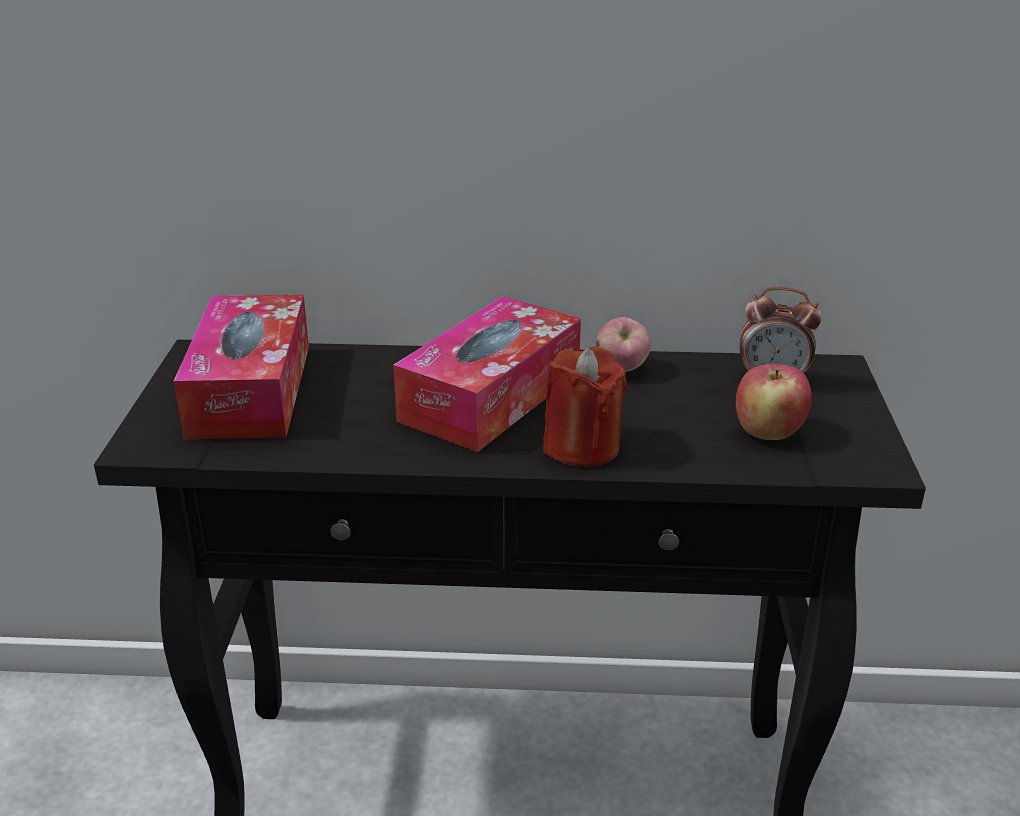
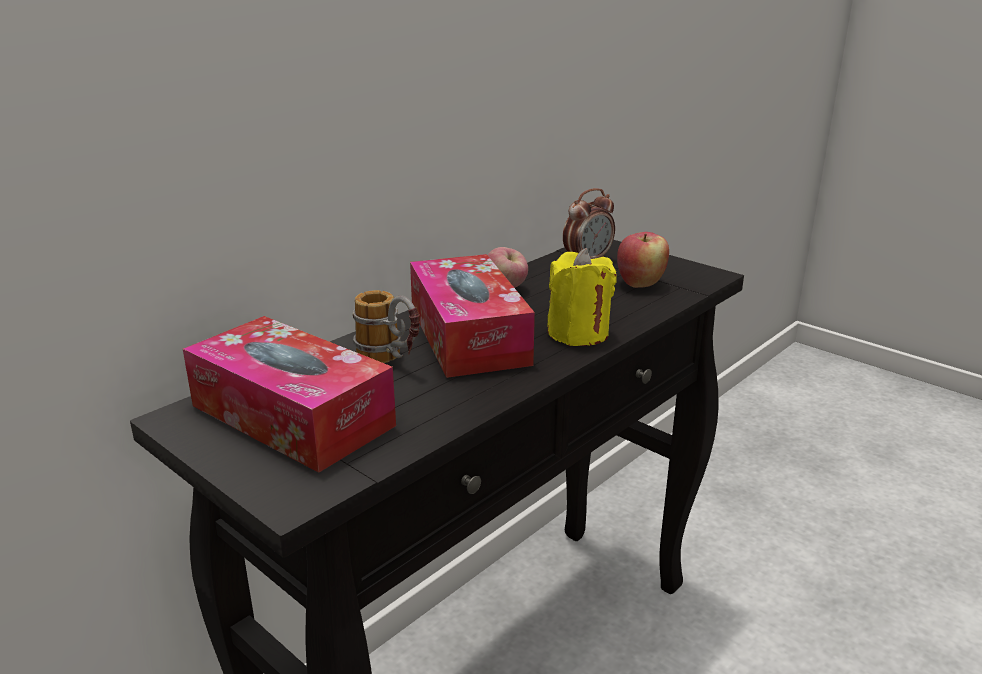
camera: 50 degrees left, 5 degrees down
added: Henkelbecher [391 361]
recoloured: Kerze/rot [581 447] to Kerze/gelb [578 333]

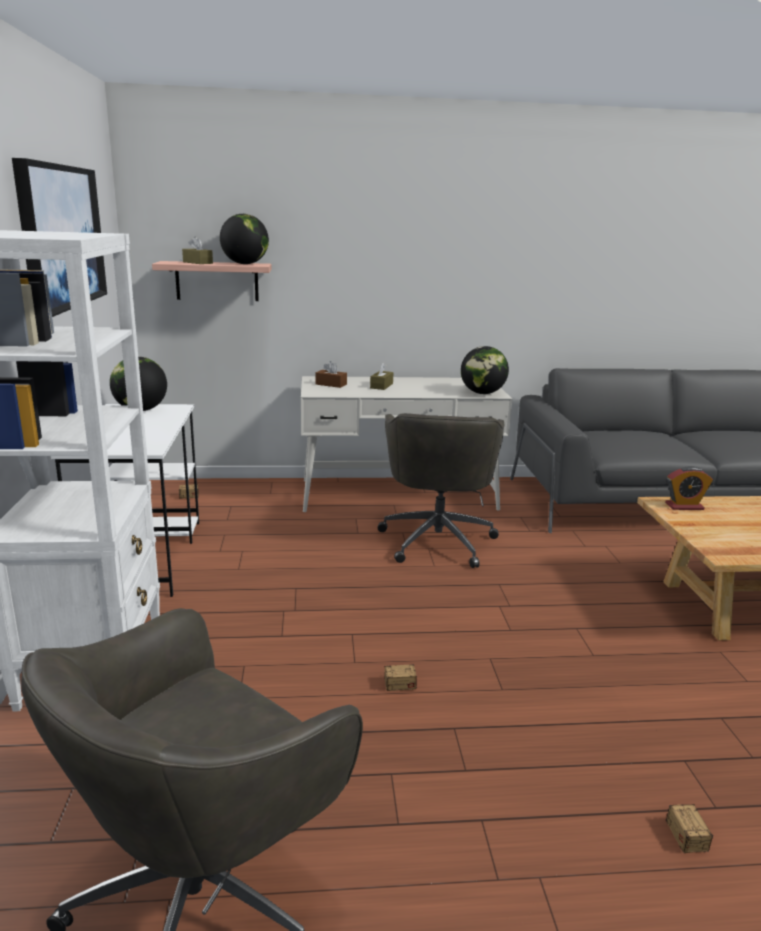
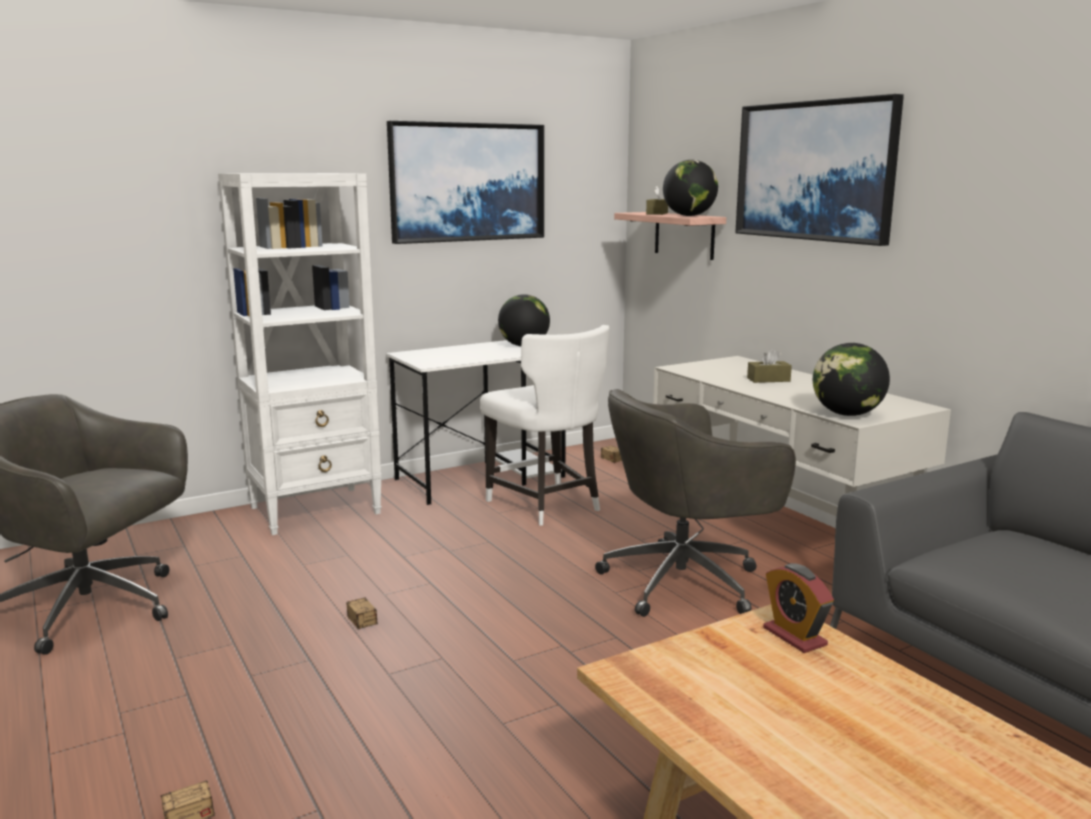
camera: 65 degrees right, 5 degrees down
removed: Taschentuchbox/braun [331 384]
added: Stuhl/weiß [546 505]; Bild [814 171]

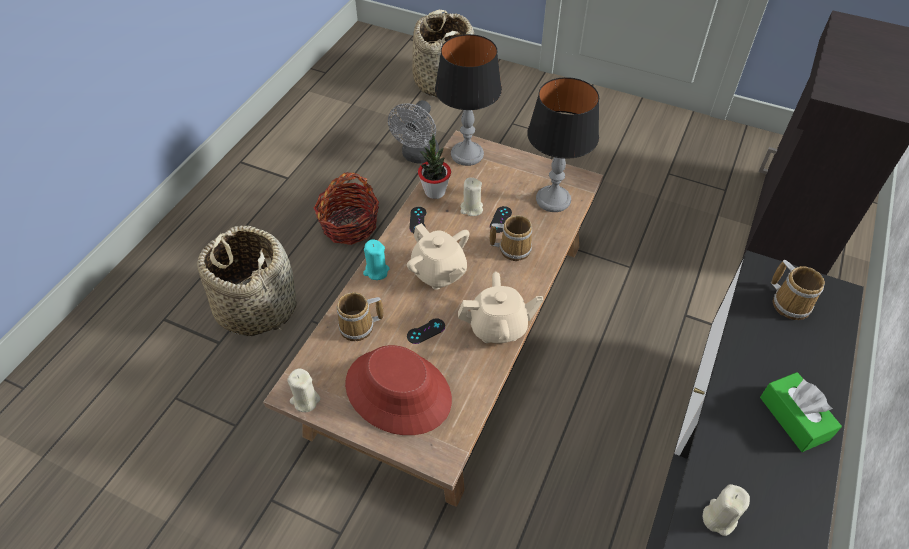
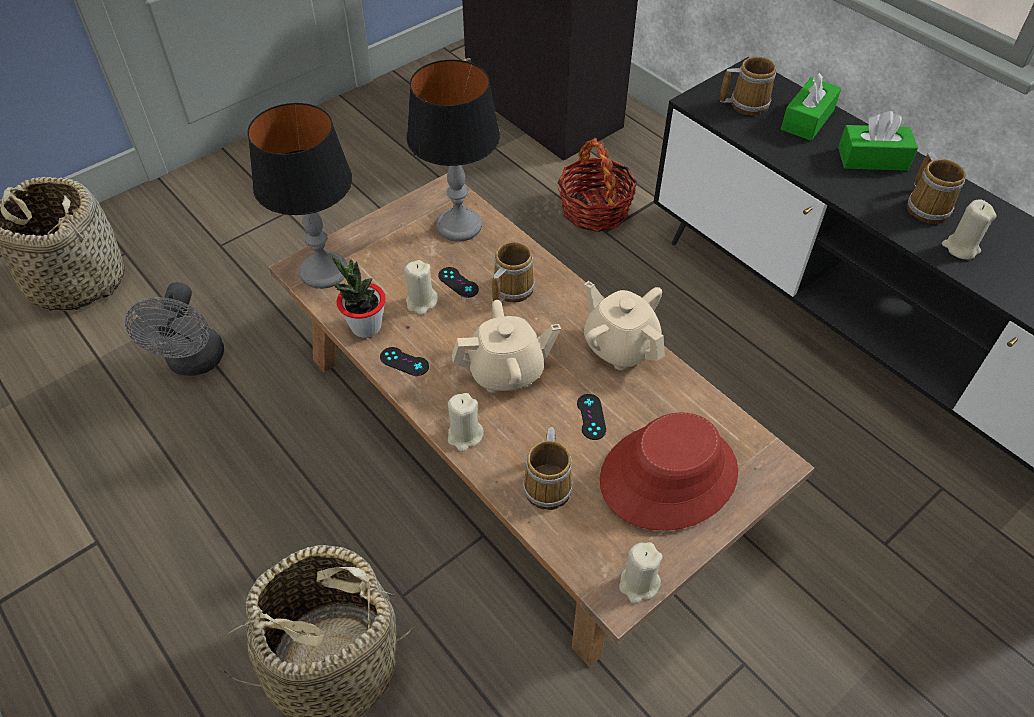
camera: 65 degrees left, 0 degrees up
added: Taschentuchbox/grün [807 119]; Henkelbecher [928 207]
moved: Korb [349 225] to [594 210]
recoloured: Kerze/türkis [376 271] to Kerze/beige [464 436]
turned: Ventilator/grau [418 156] = [194 363] 45 degrees clockwise; Teekanne/beige [498 327] = [620 346] 60 degrees counterclockwise

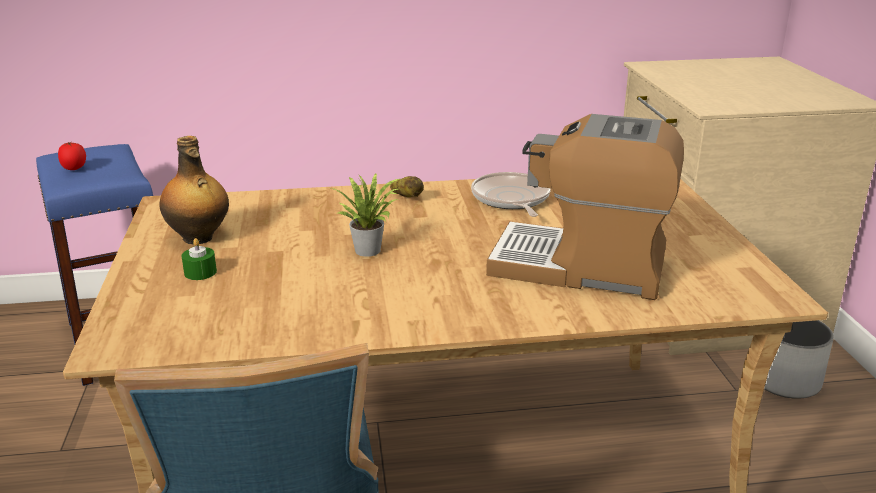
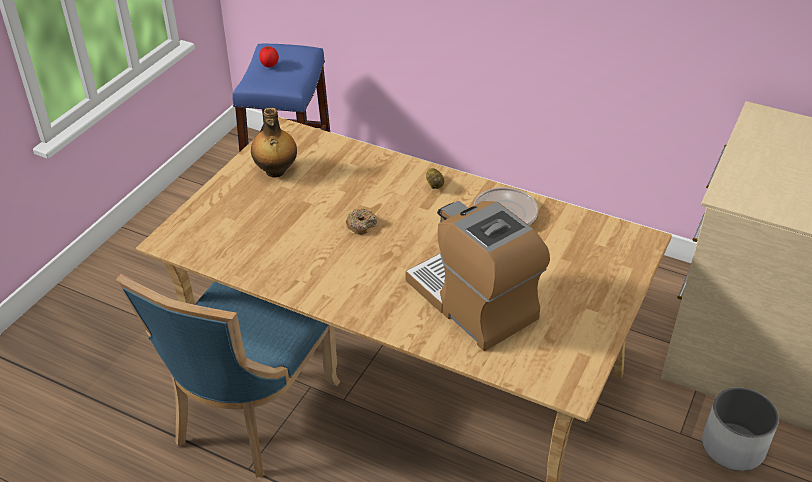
camera: 35 degrees right, 15 degrees up
removed: Kerze/grün [200 272]
replaced: Topfpflanze [369 249] to Donut [361 225]

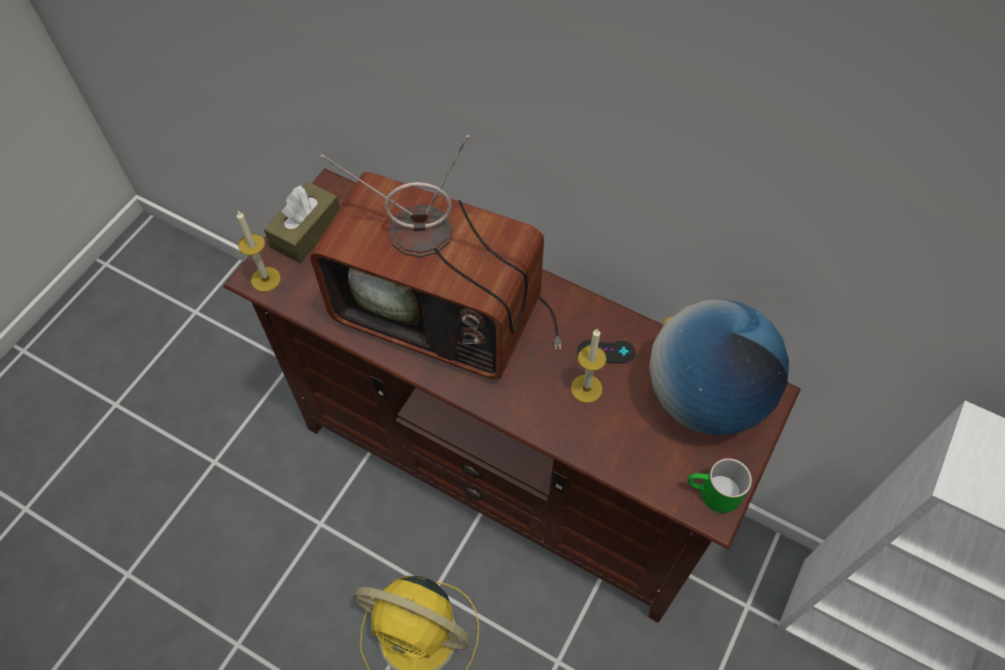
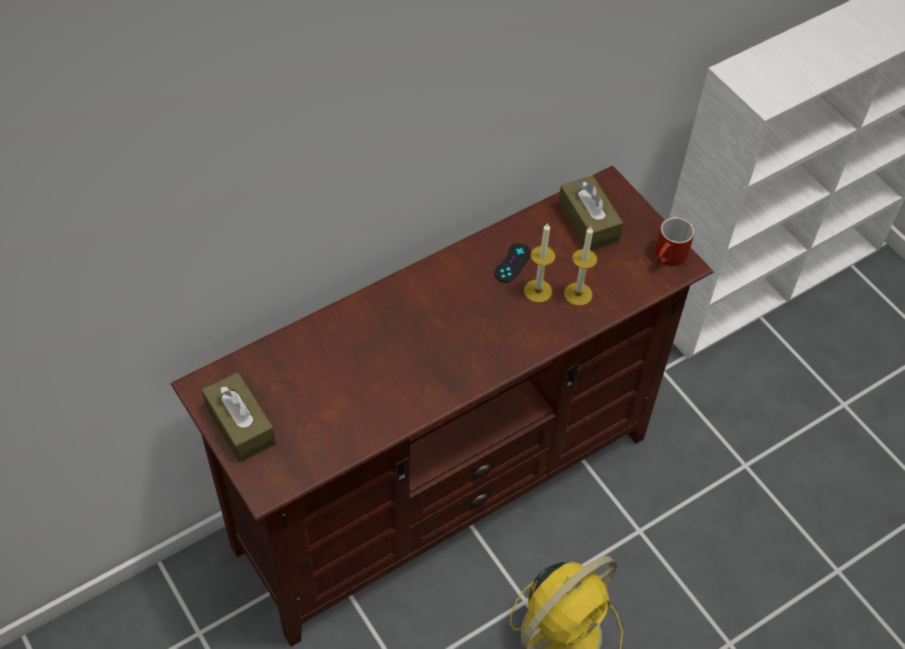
camera: 65 degrees left, 5 degrees down
removed: Fernseher [445 312]
moved: Kerze [266 279] to [578 294]
replaced: Globus [704 397] to Taschentuchbox/braun [588 222]
recoloured: Henkelbecher/grün [712 494] to Henkelbecher/rot [668 258]

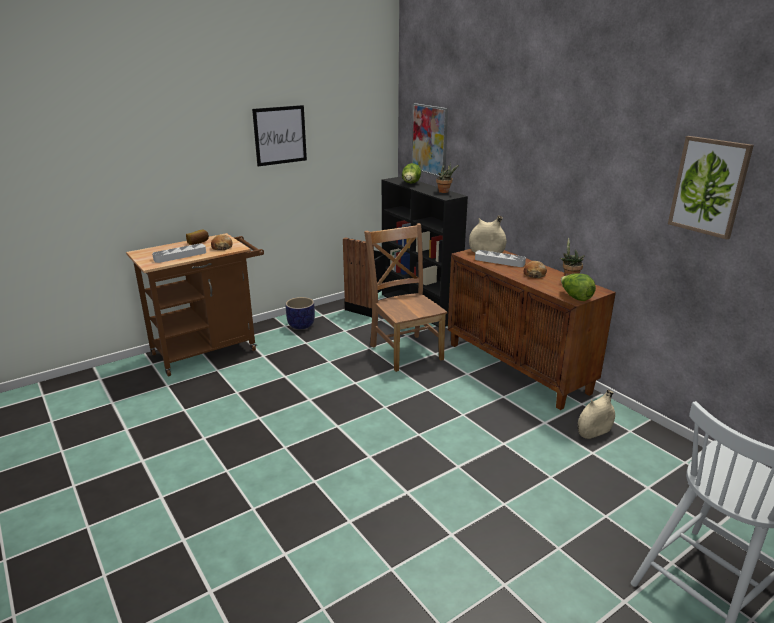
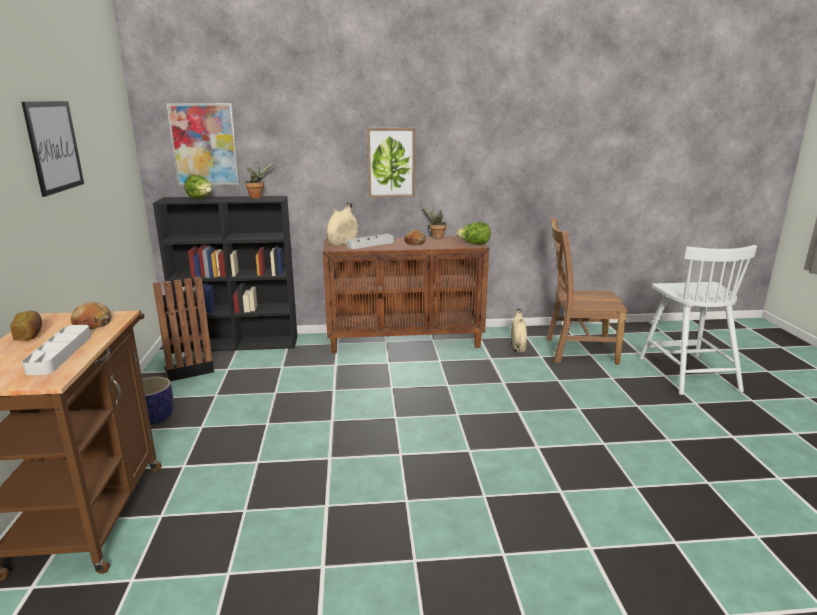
camera: 60 degrees left, 5 degrees down
moved: Stuhl/braun [405 350] to [577 351]; Bild [709 186] to [391 162]

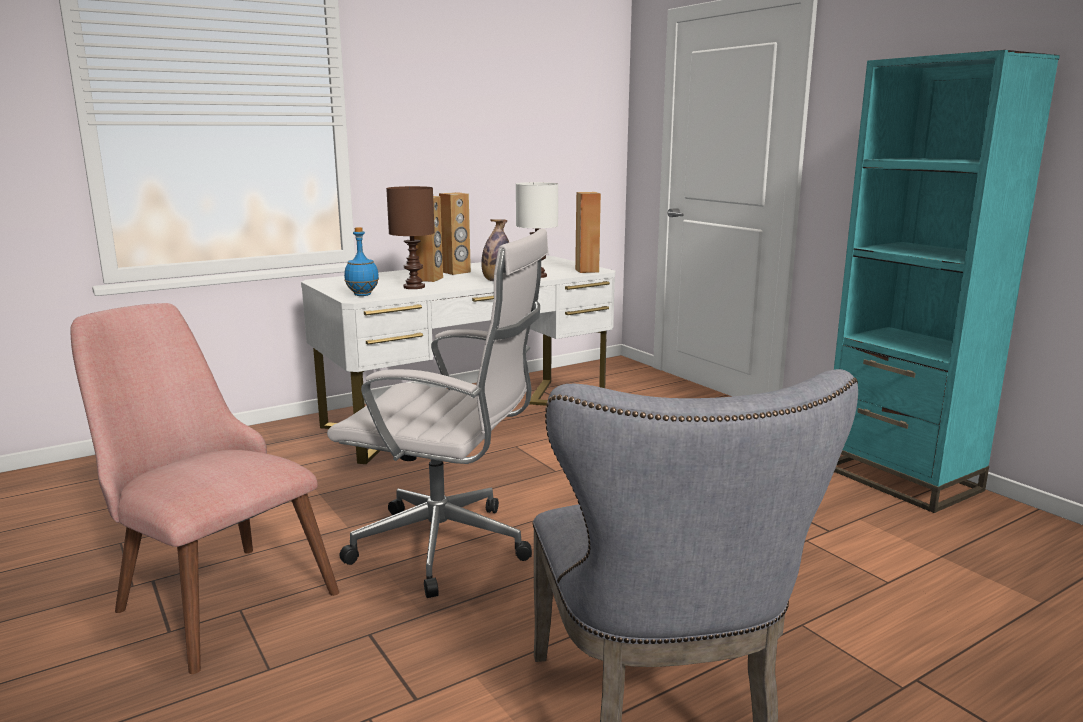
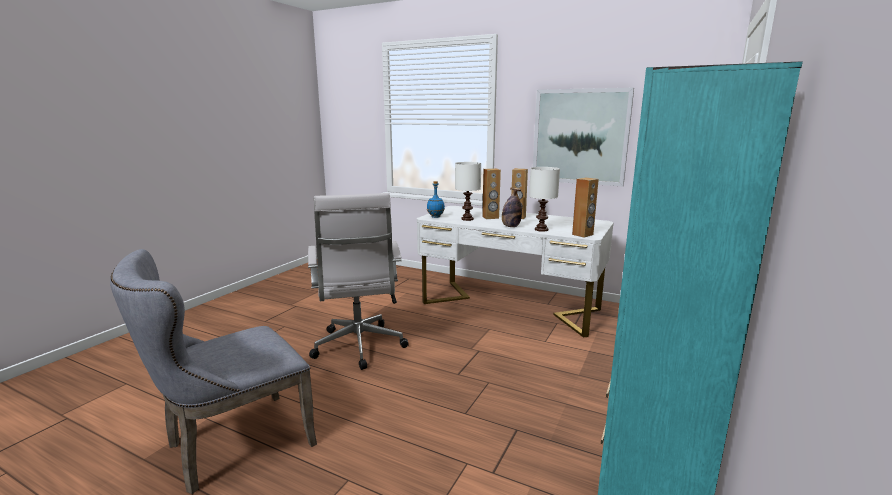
camera: 60 degrees right, 0 degrees up
removed: Stuhl/rosa [211 593]
added: Bild [580 137]
recoloured: Tischlampe/braun [414 287] to Tischlampe/weiß [468 219]

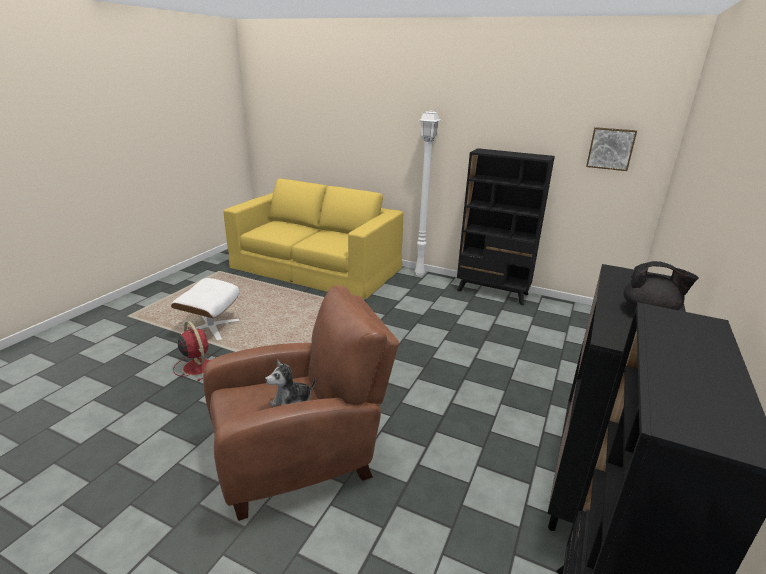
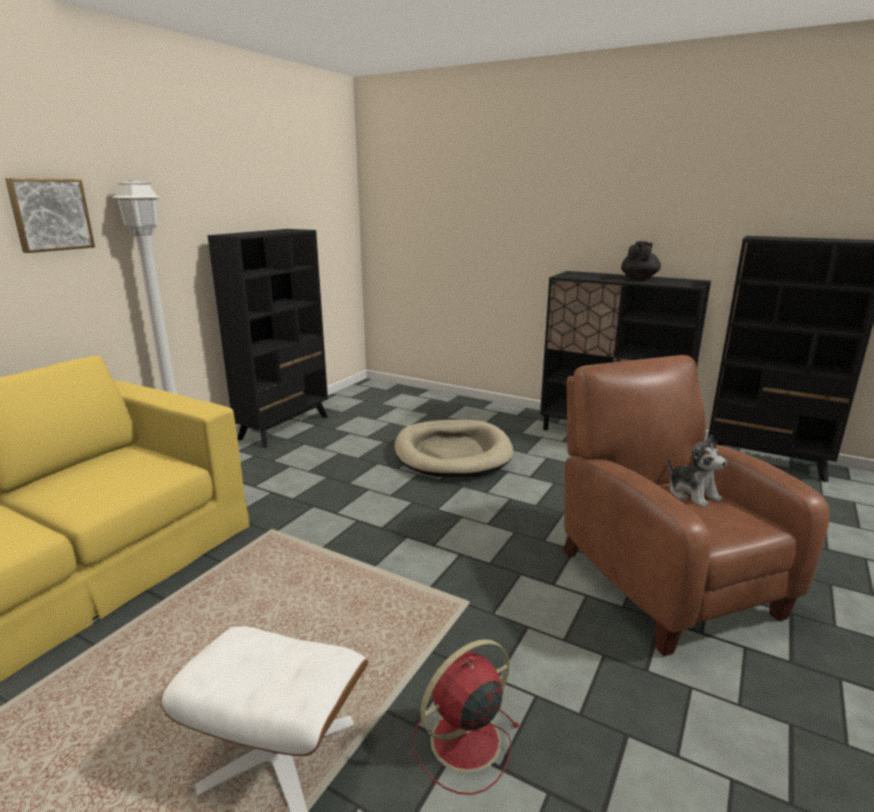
camera: 85 degrees left, 5 degrees down
added: Hundebett/beige [452 453]
moved: Bild [610 148] to [50 215]

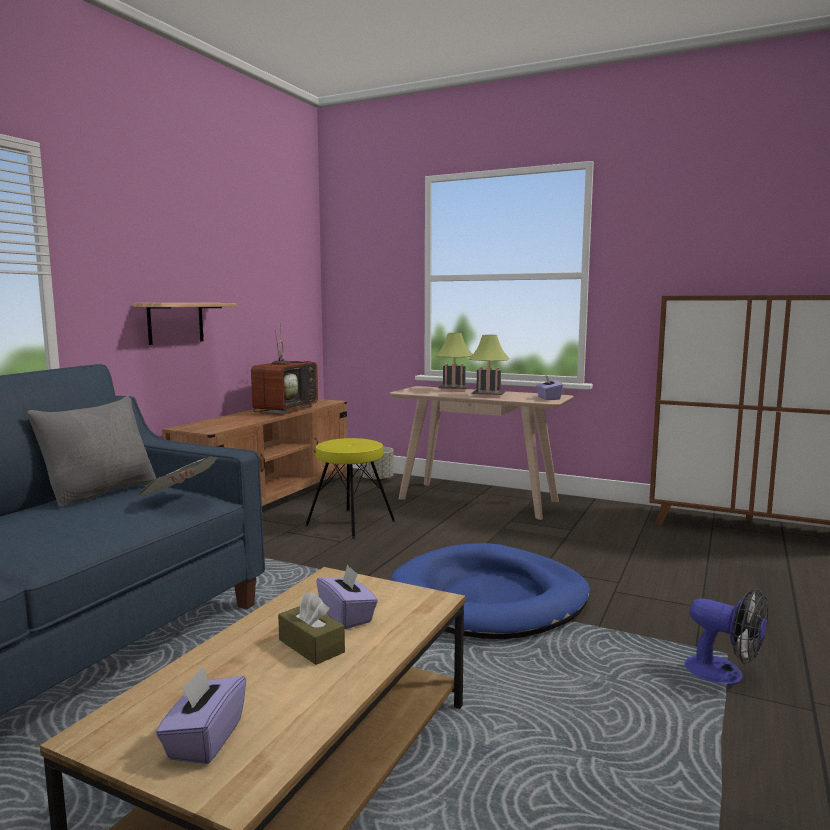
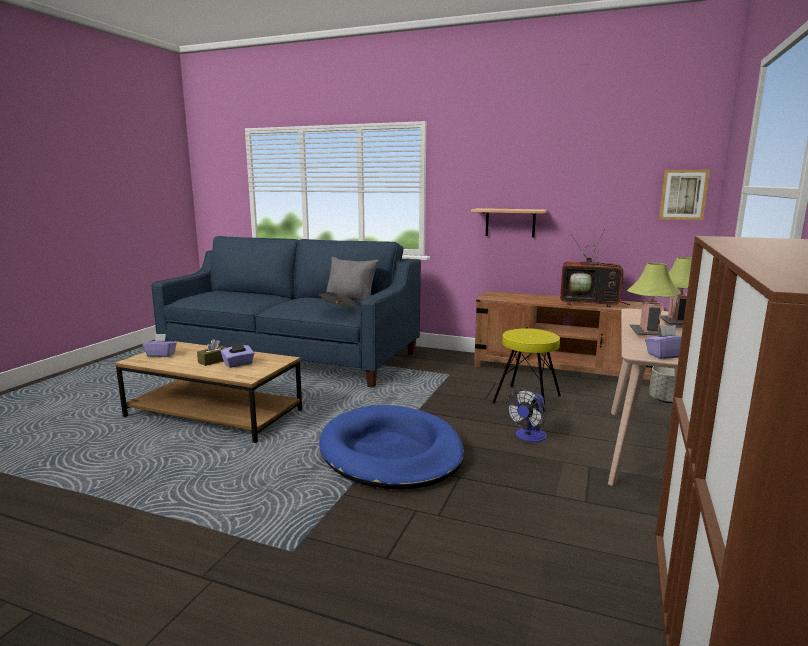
camera: 85 degrees right, 5 degrees up
added: Bild [683 195]
moved: Ventilator [723 674] to [528 437]

